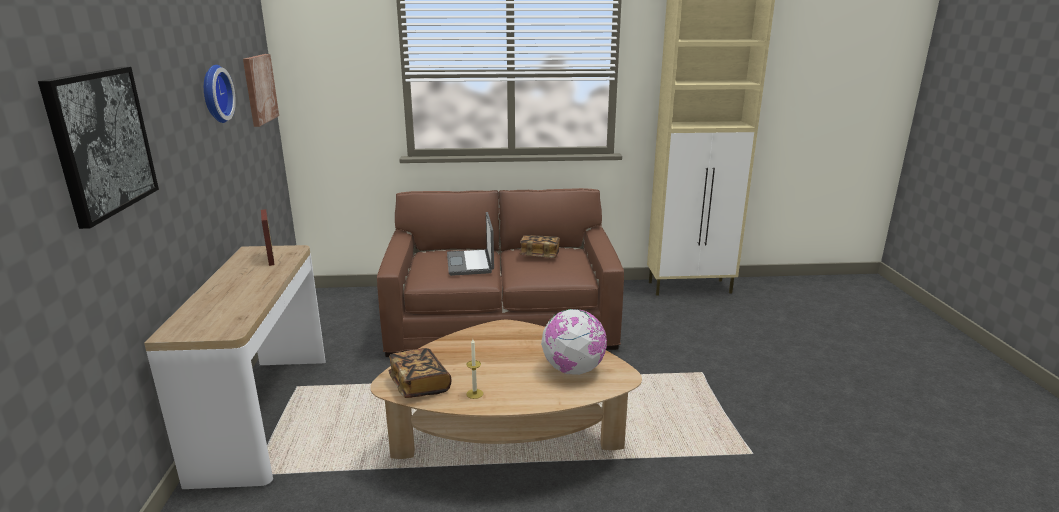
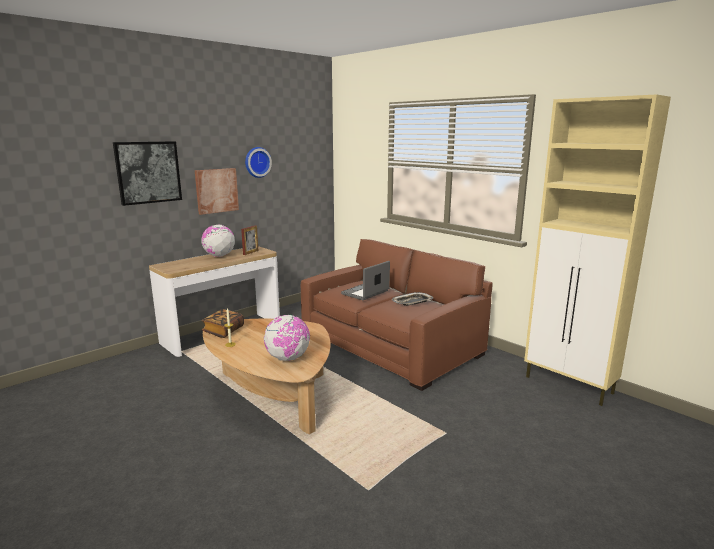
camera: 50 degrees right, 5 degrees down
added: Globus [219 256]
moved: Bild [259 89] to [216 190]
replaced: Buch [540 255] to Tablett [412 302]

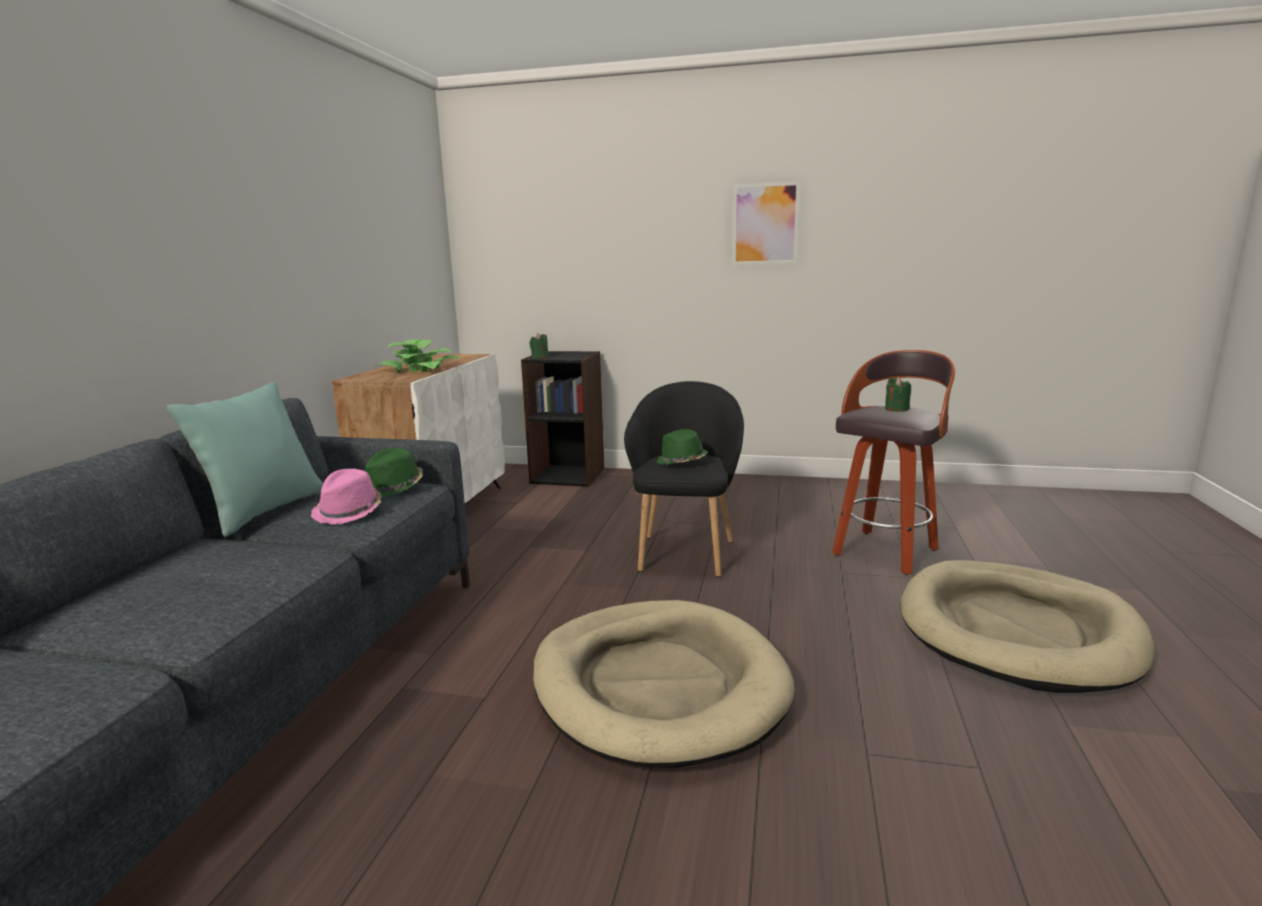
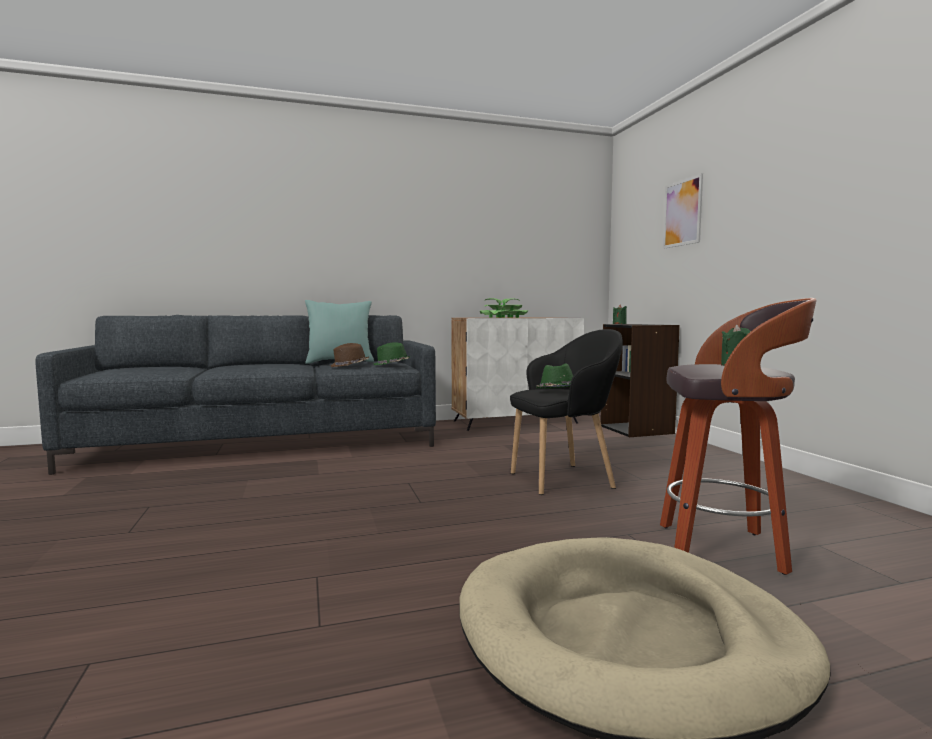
camera: 60 degrees right, 10 degrees down
removed: Hundebett/beige [658 686]
moved: Bild [765 224] to [682 213]
recoloured: Hut/rosa [349 512] to Hut/braun [349 366]

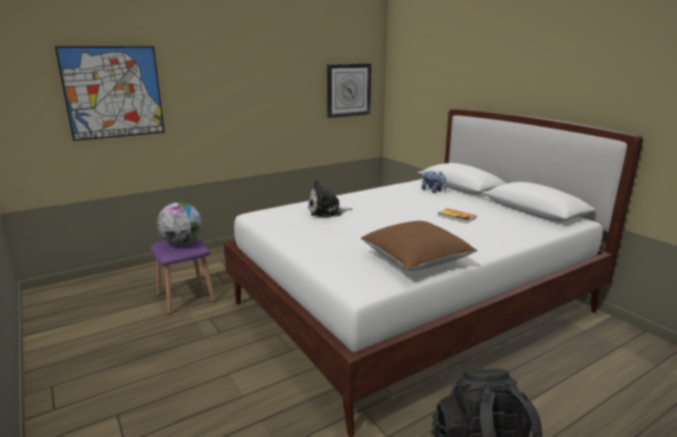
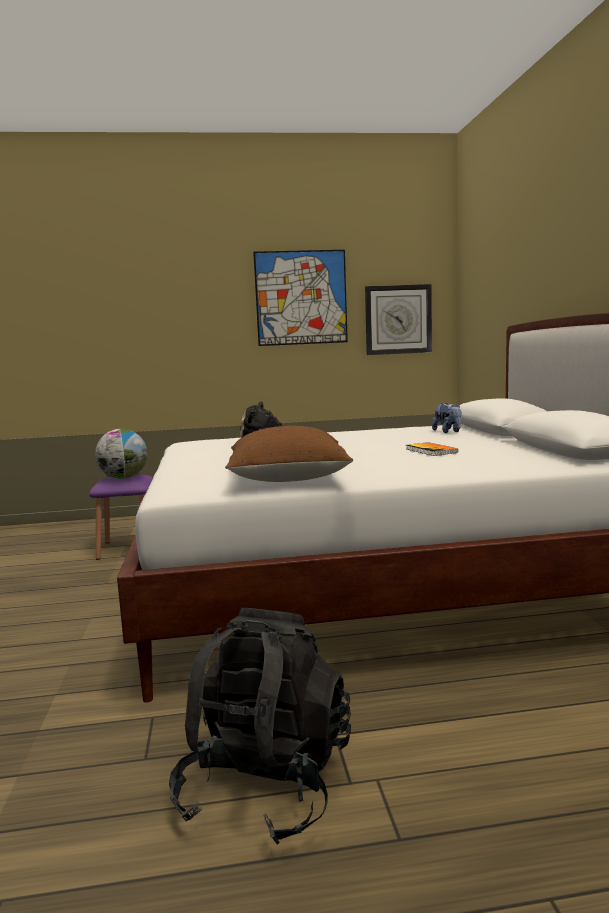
camera: 25 degrees right, 10 degrees down
moved: Bild [113 92] to [301 298]

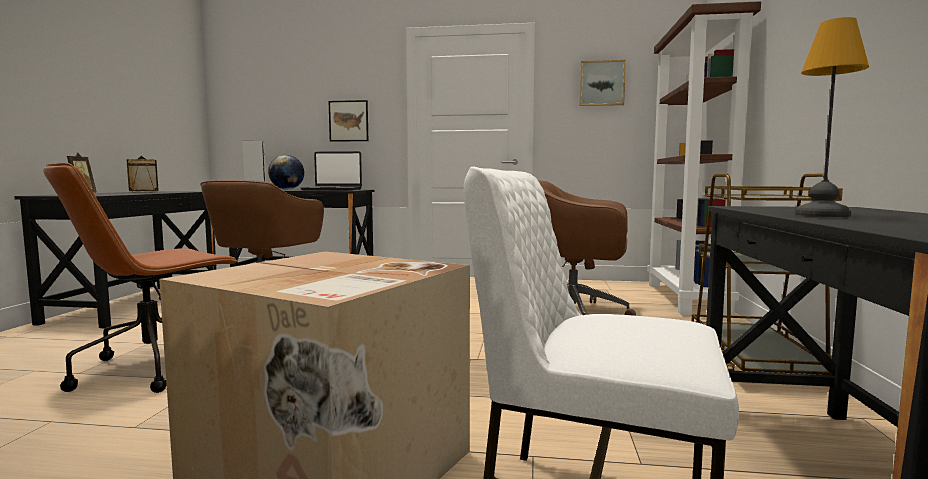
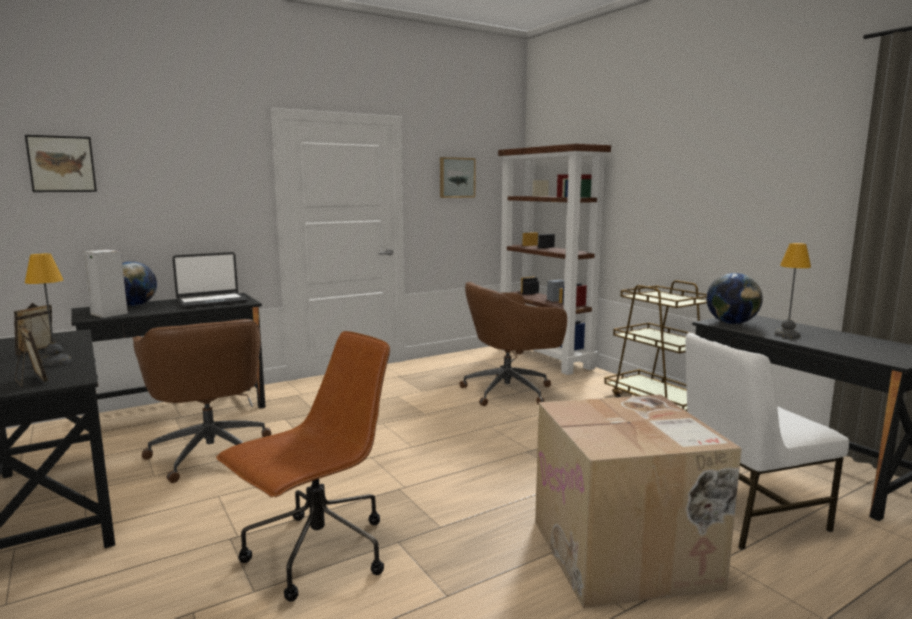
camera: 40 degrees left, 5 degrees up
added: Tischlampe [54 362]; Globus [731 323]
moved: Bild [348 121] to [61 164]
turned: Bürostuhl/braun [154 368] = [317 554] 135 degrees counterclockwise

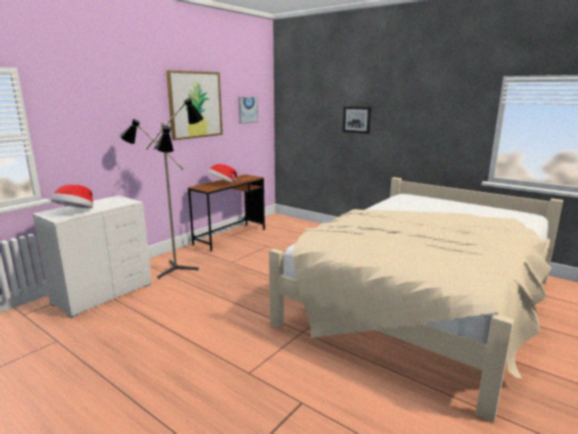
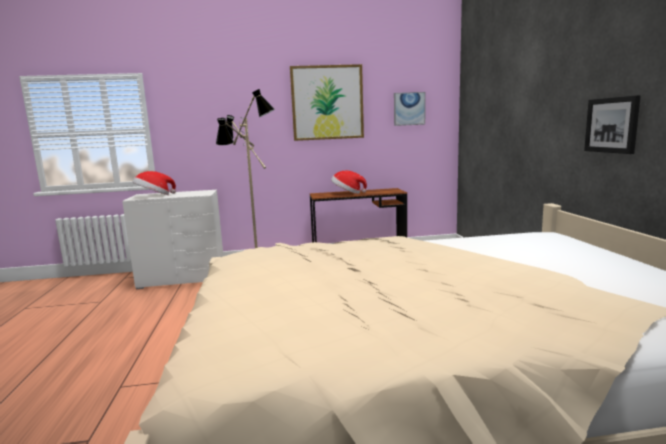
camera: 45 degrees right, 5 degrees down
moved: Bild [356 119] to [612 125]

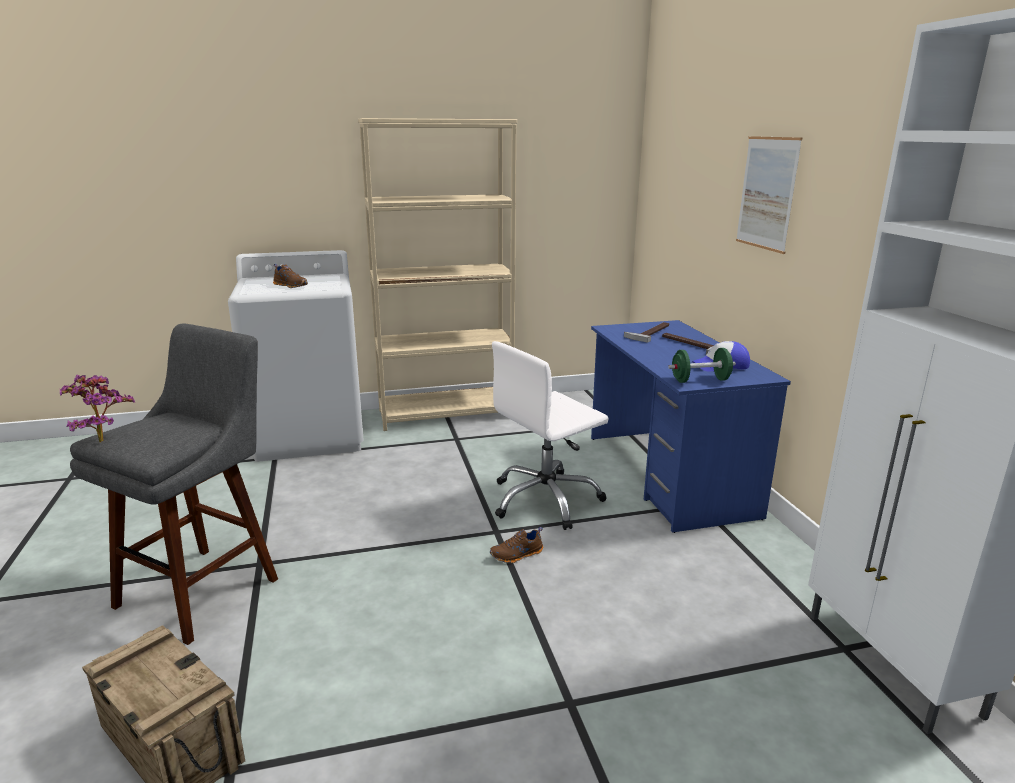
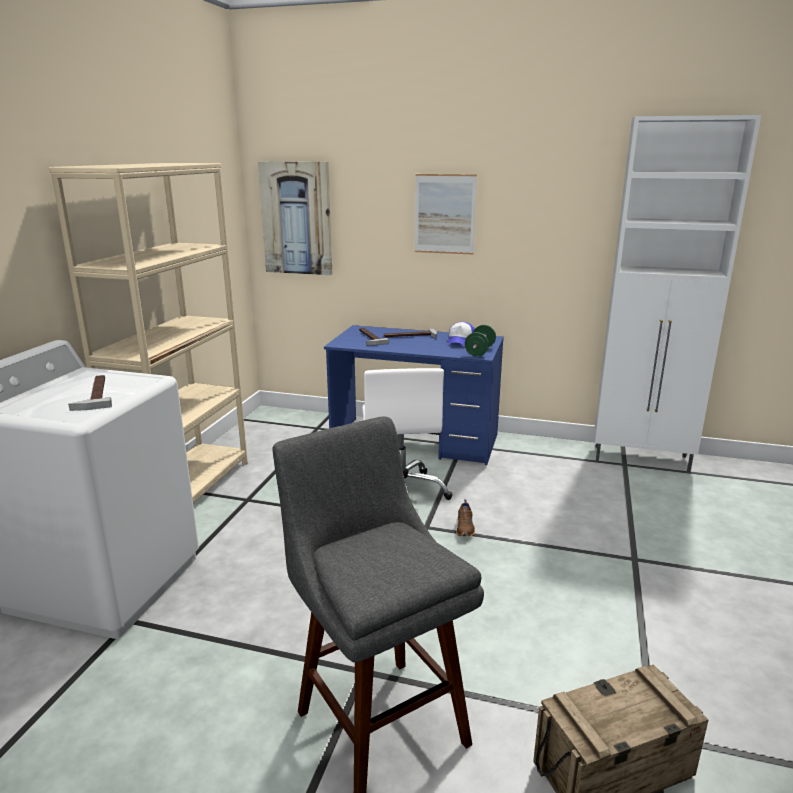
camera: 60 degrees left, 0 degrees up
removed: Topfpflanze [101 440]
added: Bild [297 218]
replaced: Schuh/braun [291 286] to Hammer [93 394]

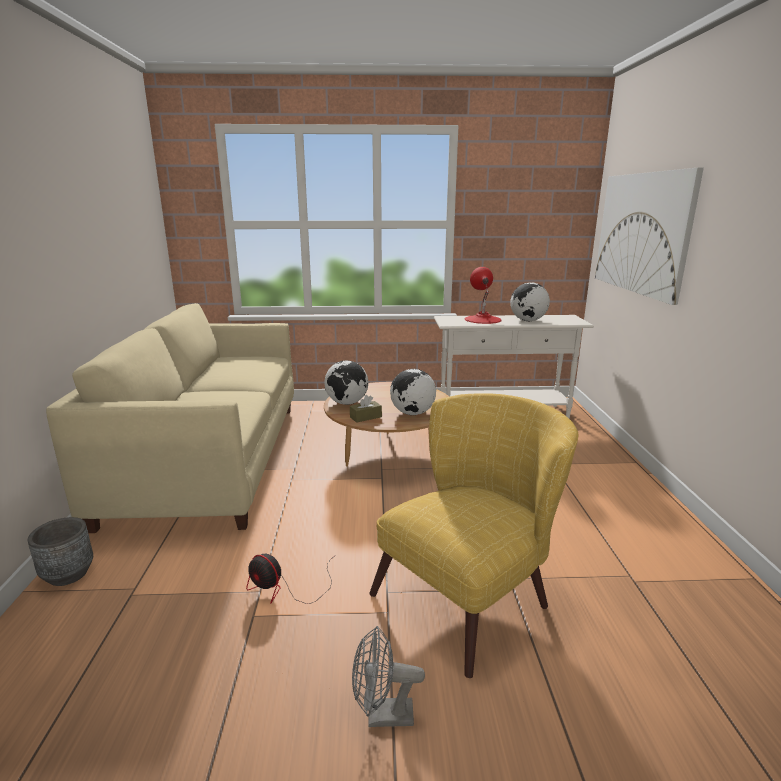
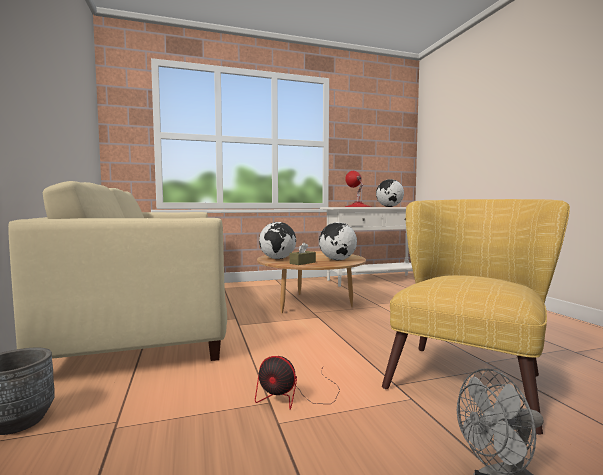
camera: 15 degrees left, 15 degrees down
removed: Bild [641 233]

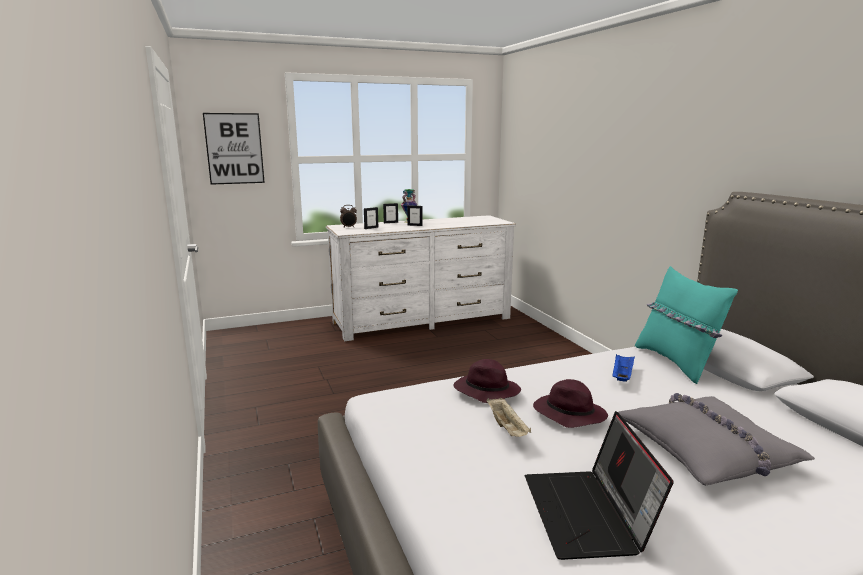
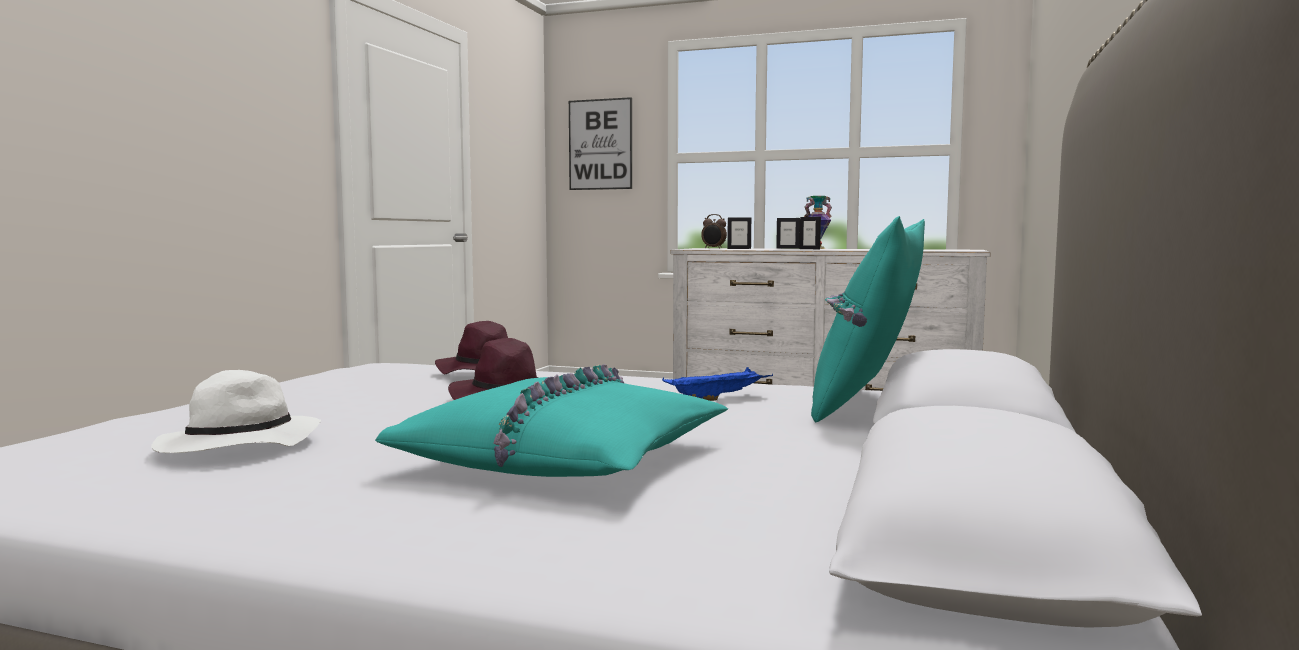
camera: 40 degrees right, 10 degrees down
removed: Tablett/beige [507 428]
replaced: Laptop [589 515] to Hut/weiß [238 446]
recoloured: Kissen/grau [707 450] to Kissen/türkis [565 458]

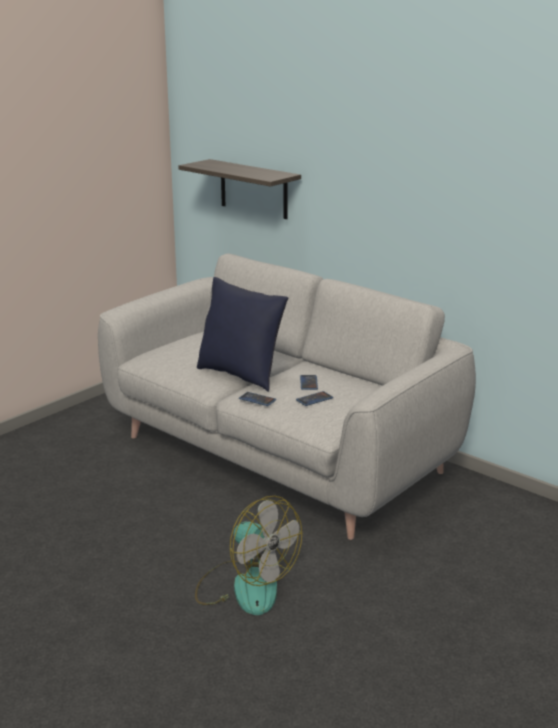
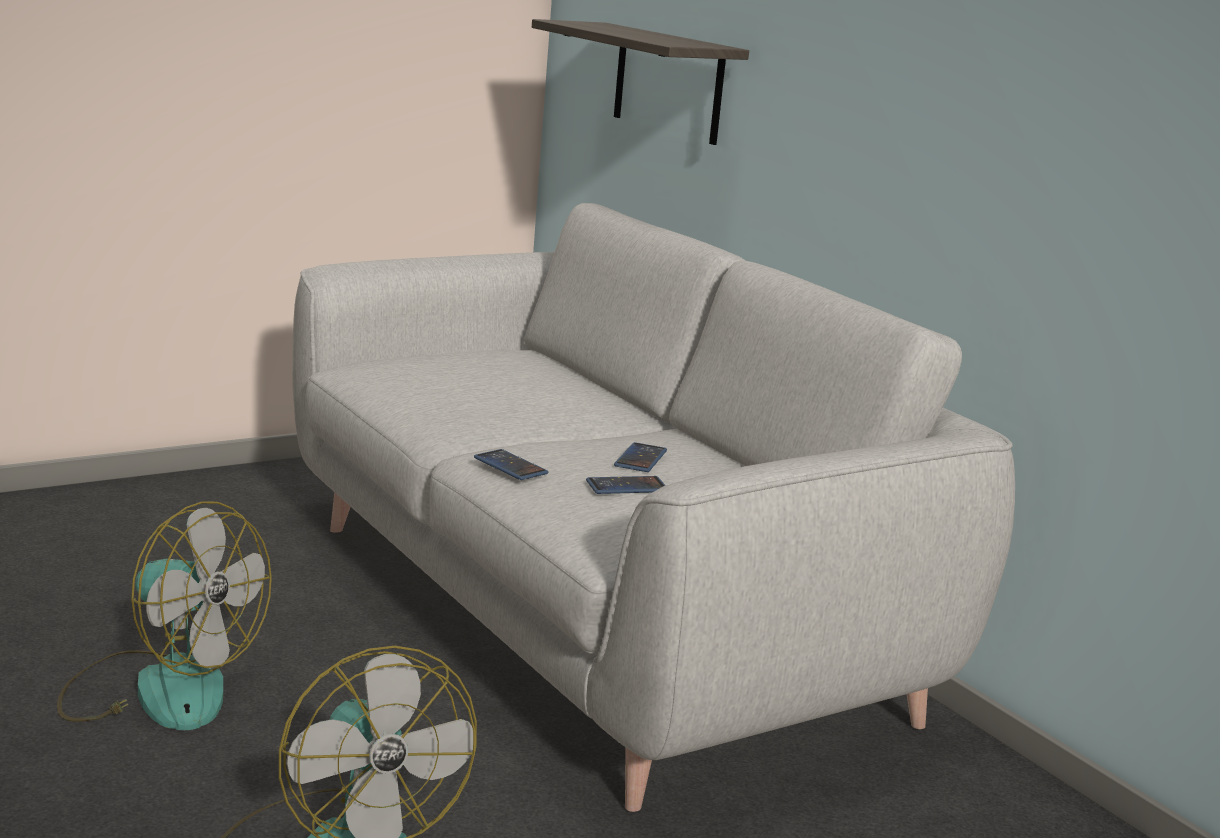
camera: 15 degrees right, 5 degrees down
removed: Kissen/blau [240 375]
added: Ventilator [160 688]

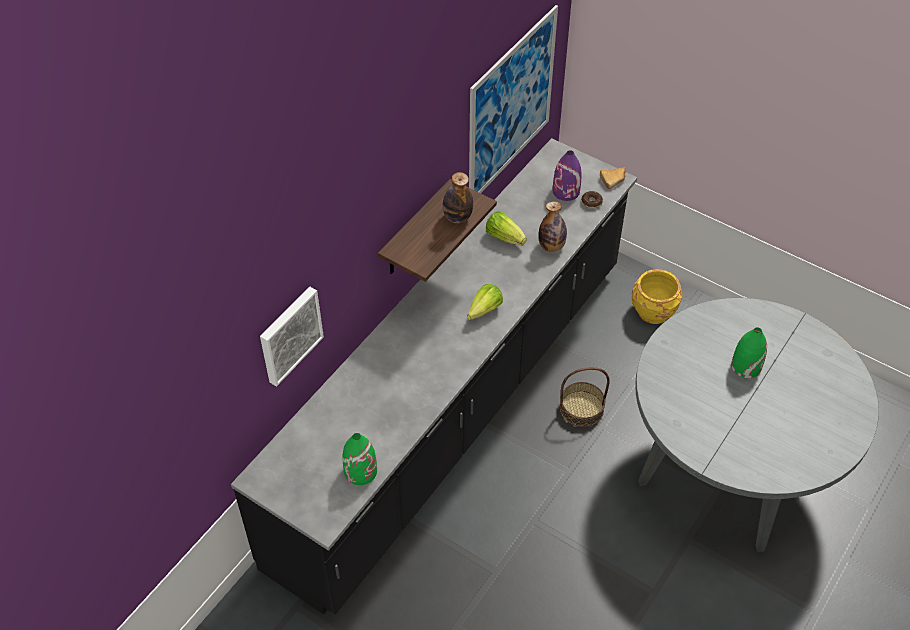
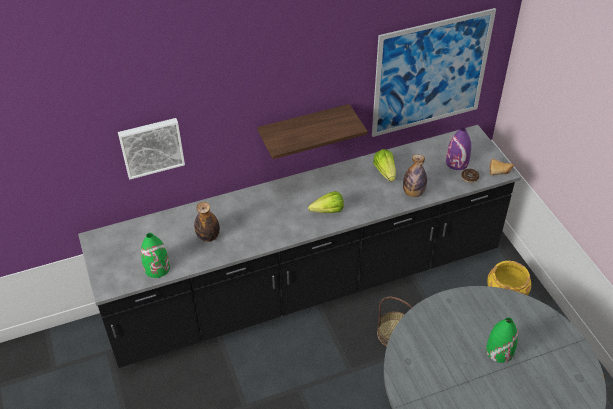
camera: 35 degrees right, 5 degrees down
moved: Flasche [457 217] to [208 237]

